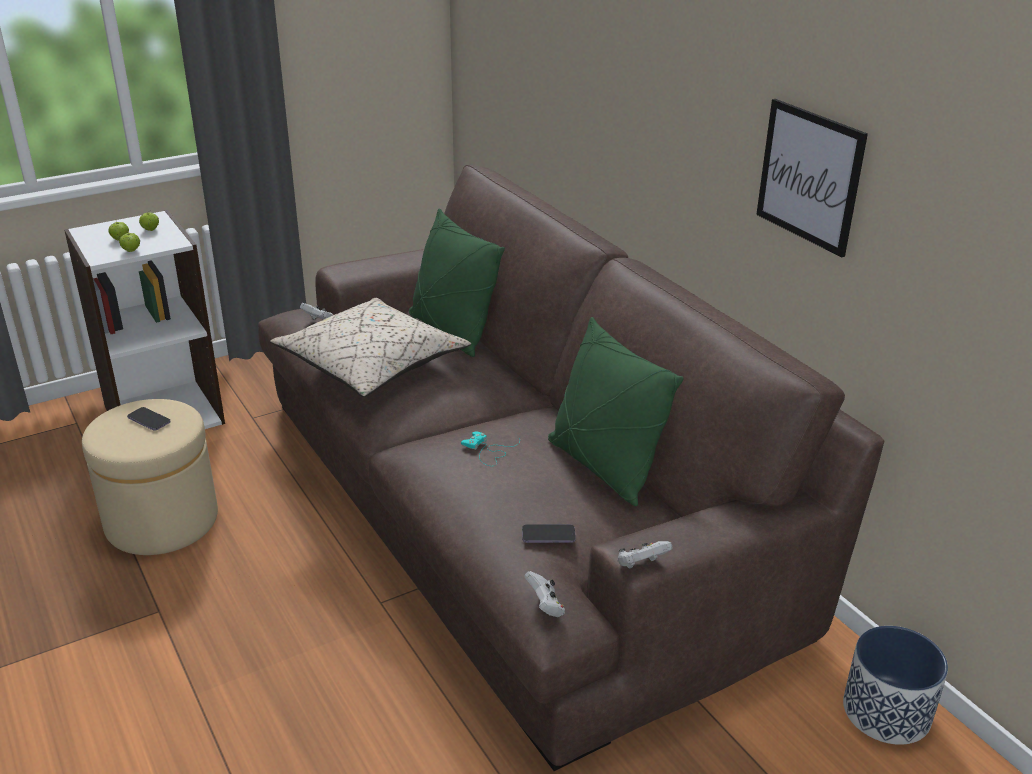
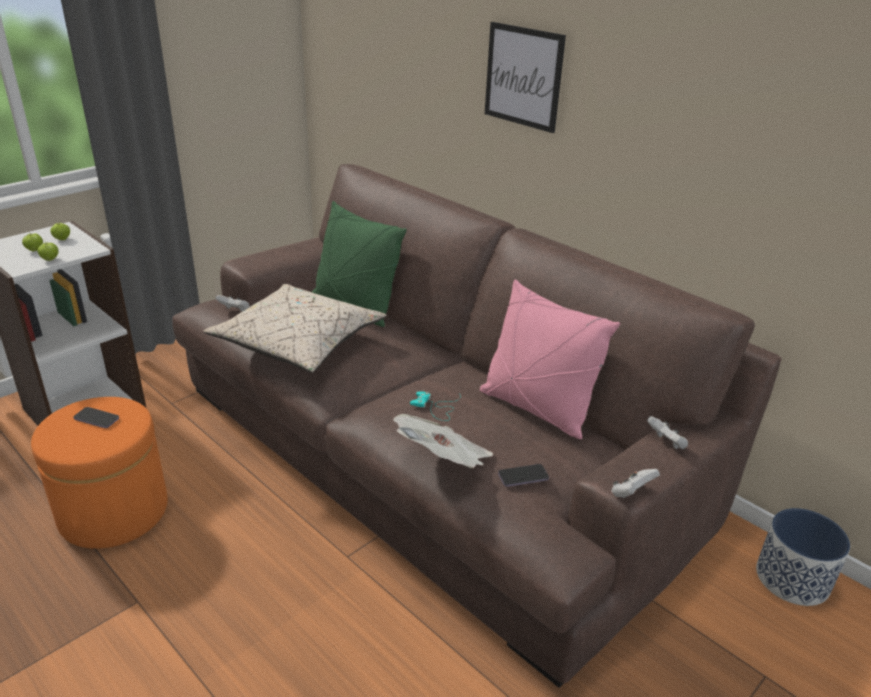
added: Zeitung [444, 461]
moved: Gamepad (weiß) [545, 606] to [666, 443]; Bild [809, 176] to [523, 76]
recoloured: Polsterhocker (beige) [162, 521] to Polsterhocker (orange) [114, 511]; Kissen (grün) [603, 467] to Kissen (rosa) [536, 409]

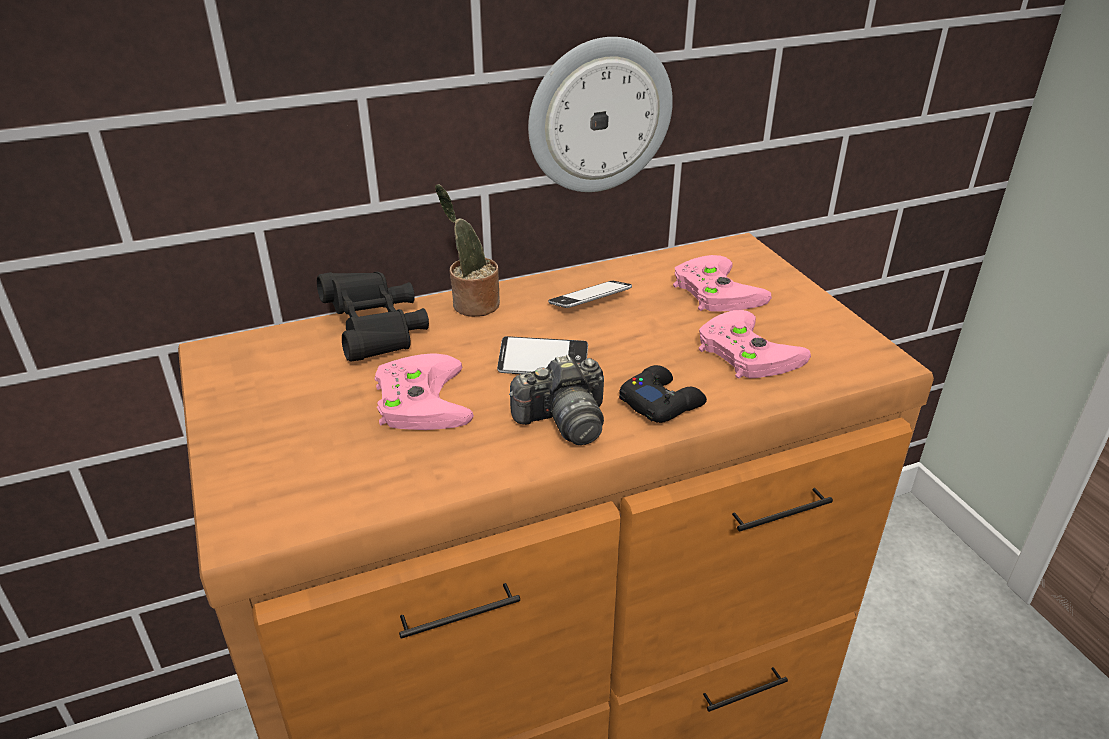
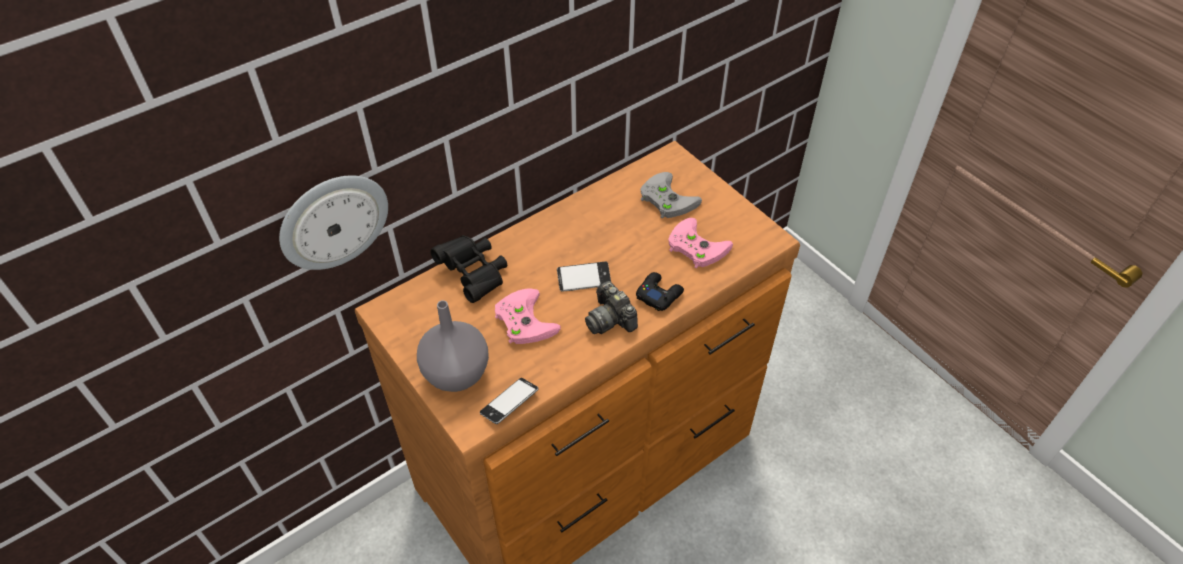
removed: Topfpflanze [472, 304]
added: Vase (grau) [455, 375]
moved: Wanduhr [599, 116] to [333, 221]; Handy [590, 300] to [509, 403]
recoloured: Gamepad (rosa) [713, 290] to Gamepad (grau) [665, 199]
turned: Kamera [564, 421] = [610, 319] 90 degrees clockwise

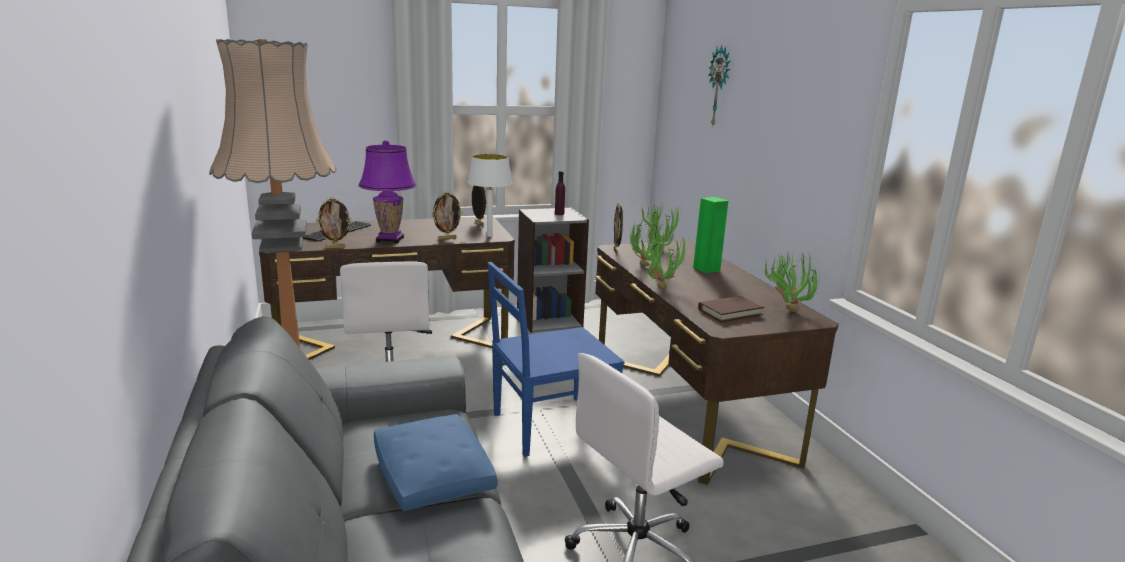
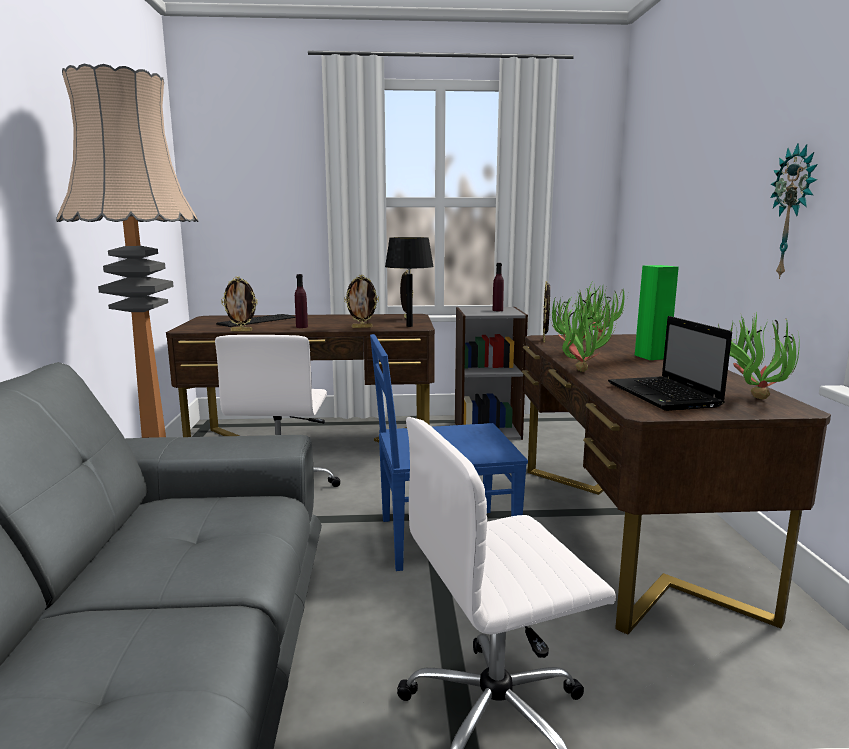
removed: Kissen (blau) [432, 475]
moved: Wanduhr [720, 86] to [793, 212]
replaced: Tischlampe (lila) [389, 239] to Flasche (lila) [302, 327]; Buch (braun) [730, 312] to Laptop [665, 395]
recoloured: Tischlampe (weiß) [489, 236] to Tischlampe (schwarz) [409, 326]

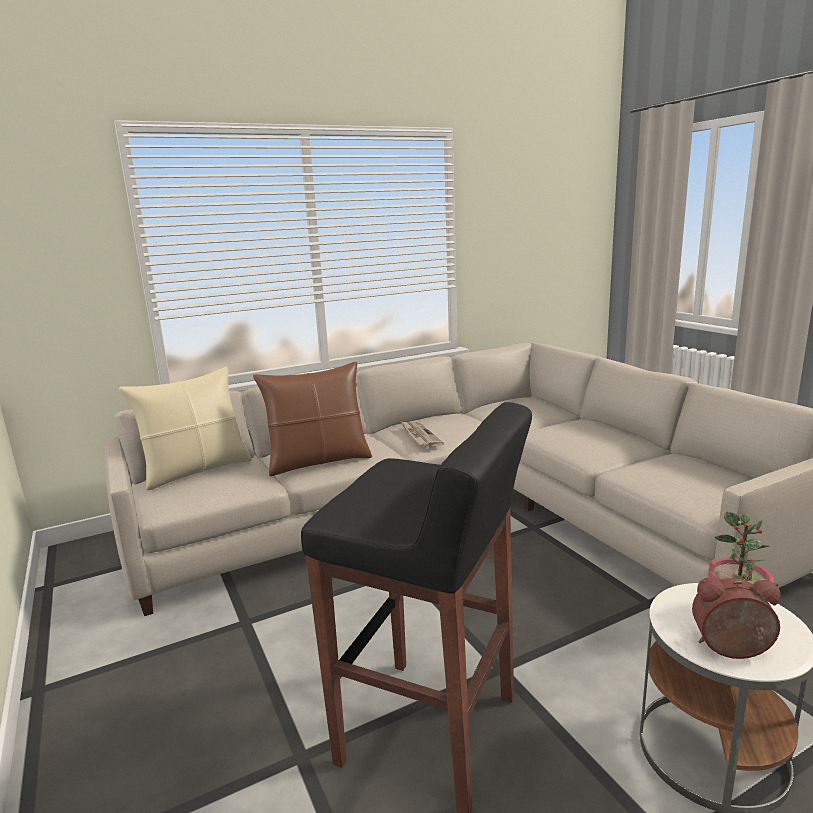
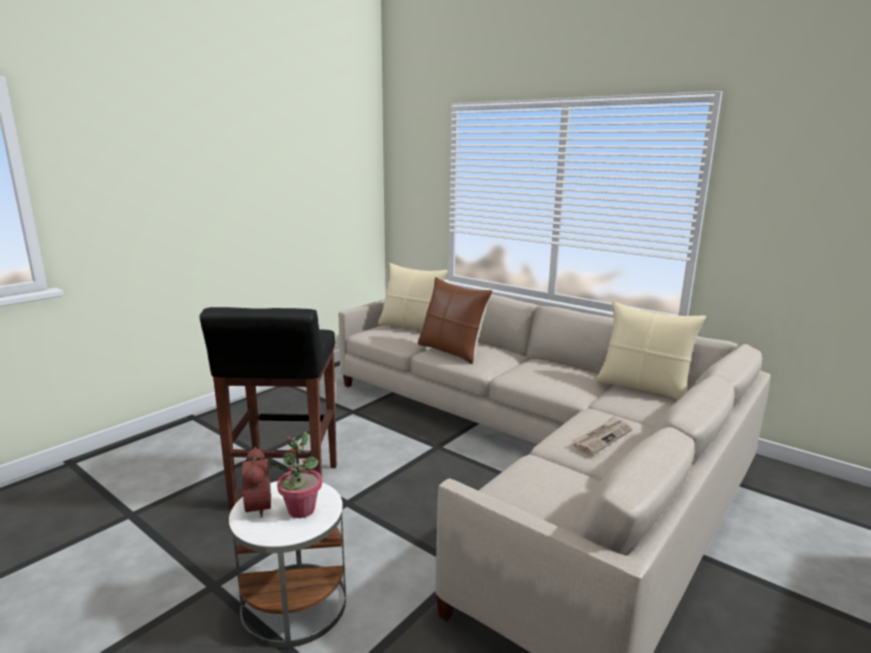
added: Kissen (beige) [643, 388]
moved: Zeitung [419, 436] to [602, 437]

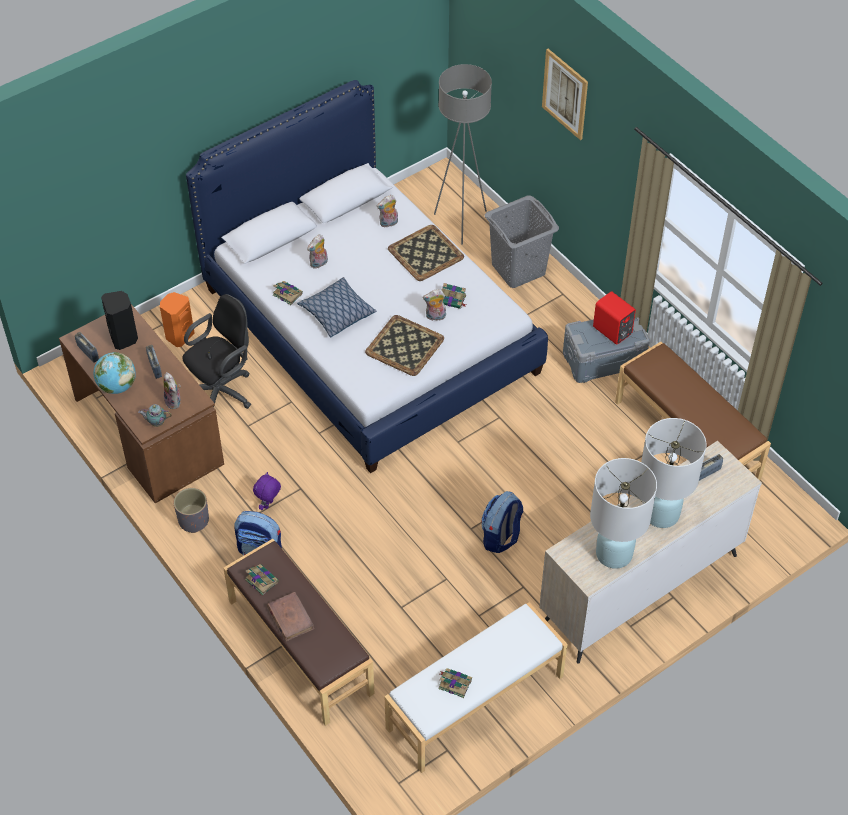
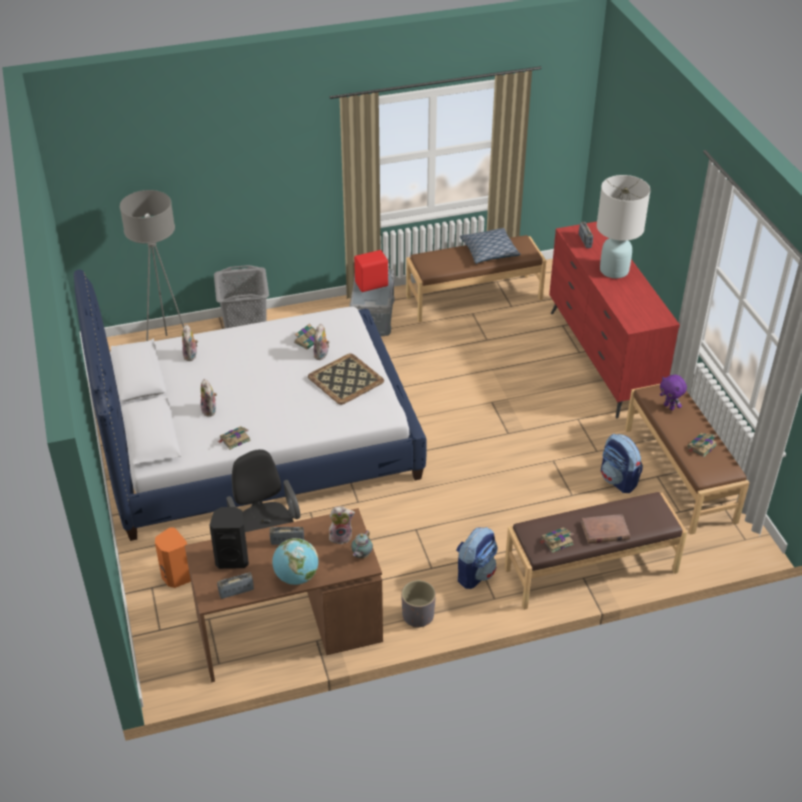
removed: Tablett [426, 252]; Bild [565, 94]; Tischlampe (weiß) [613, 553]
moved: Plüschtier (lila) [269, 505] to [669, 407]; Kissen [337, 313] to [489, 252]; Rucksack [501, 537] to [618, 480]
recoloured: Bank (weiß) [475, 703] to Bank (braun) [680, 474]; Kommode (beige) [639, 589] to Kommode (rot) [602, 359]

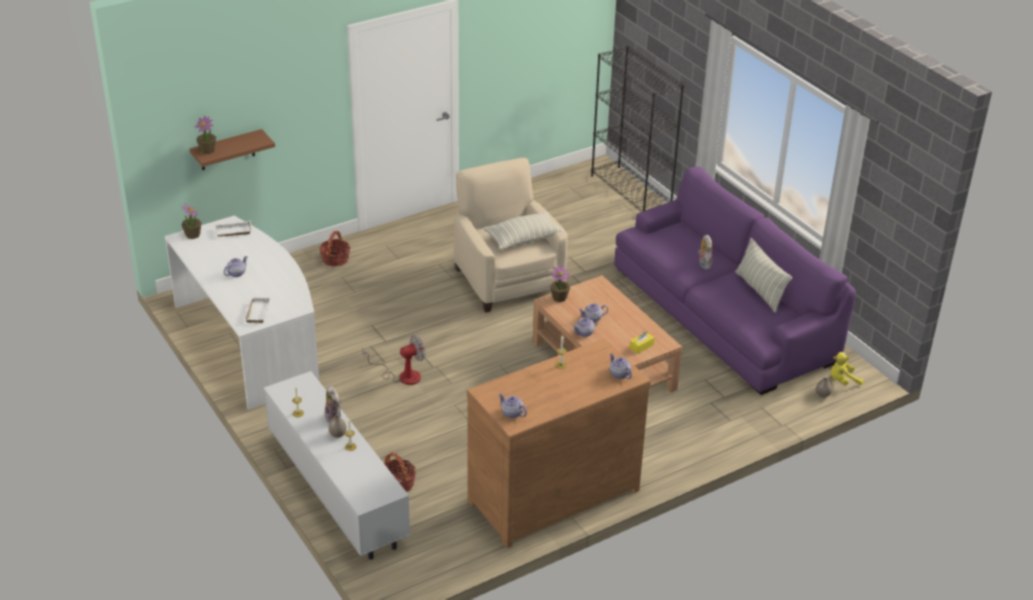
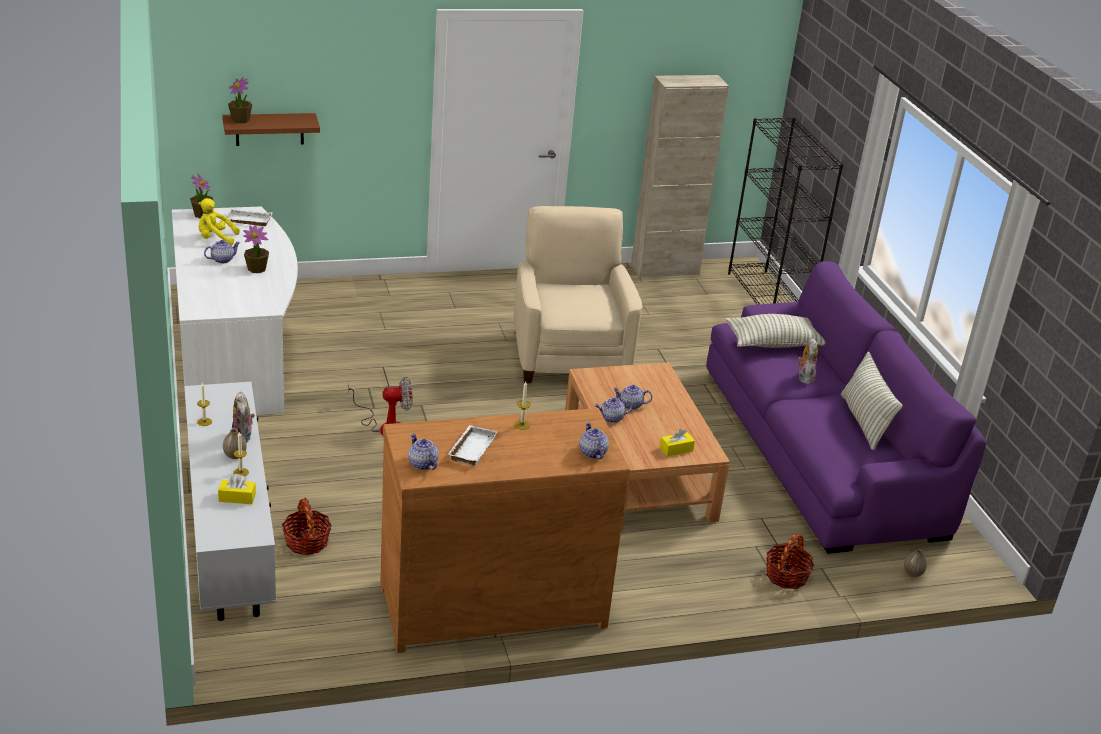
added: Taschentuchbox (gelb) [237, 497]; Schrank (beige) [665, 270]
moved: Tablett (weiß) [256, 312] to [471, 448]; Korb [335, 259] to [786, 576]; Kissen [524, 239] to [773, 343]; Topfpflanze [559, 297] to [257, 269]; Plüschtier (gelb) [842, 381] to [215, 239]

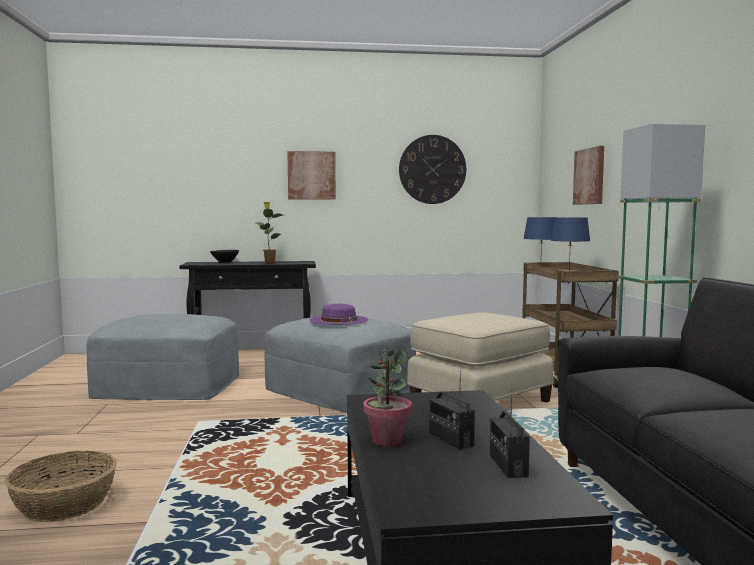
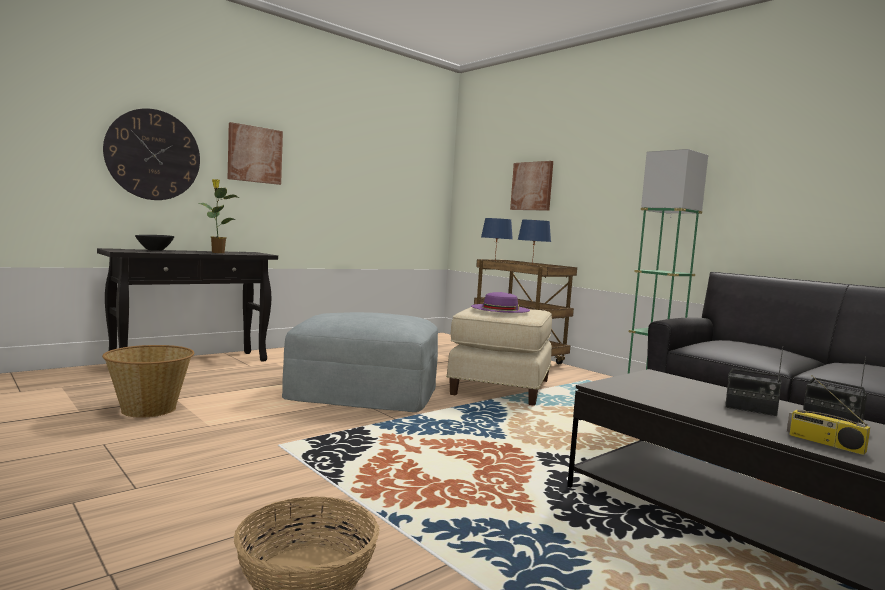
removed: Topfpflanze [387, 440]
added: Radio [824, 443]
moved: Hut (lila) [338, 320] to [500, 308]; Wanduhr [432, 169] to [153, 155]
replaced: Polsterhocker (grau) [167, 385] to Korb [149, 409]

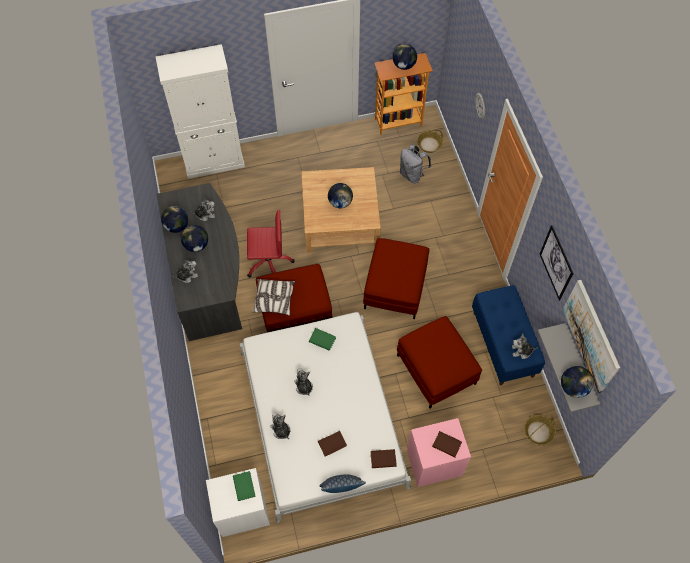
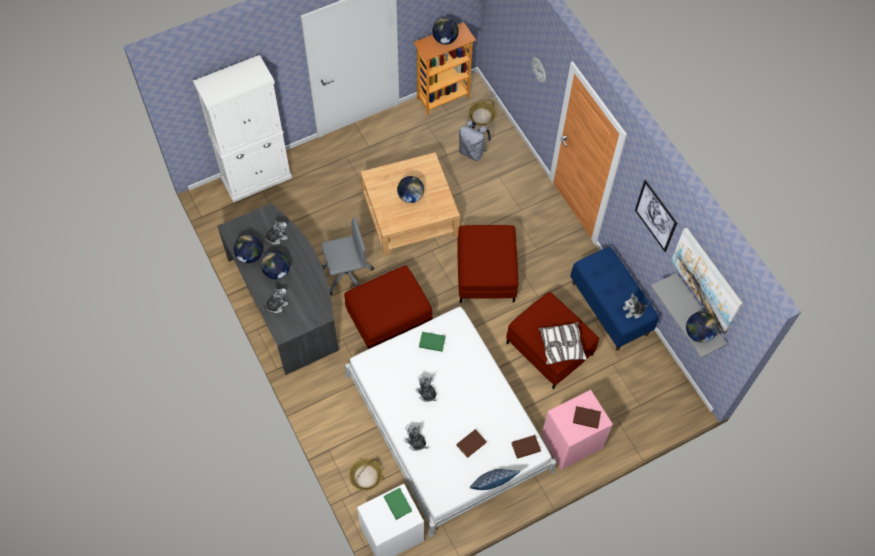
moved: Kissen [274, 300] to [562, 347]; Korb [538, 432] to [366, 476]
recoloured: Bürostuhl (rot) [269, 262] to Bürostuhl (grau) [347, 275]

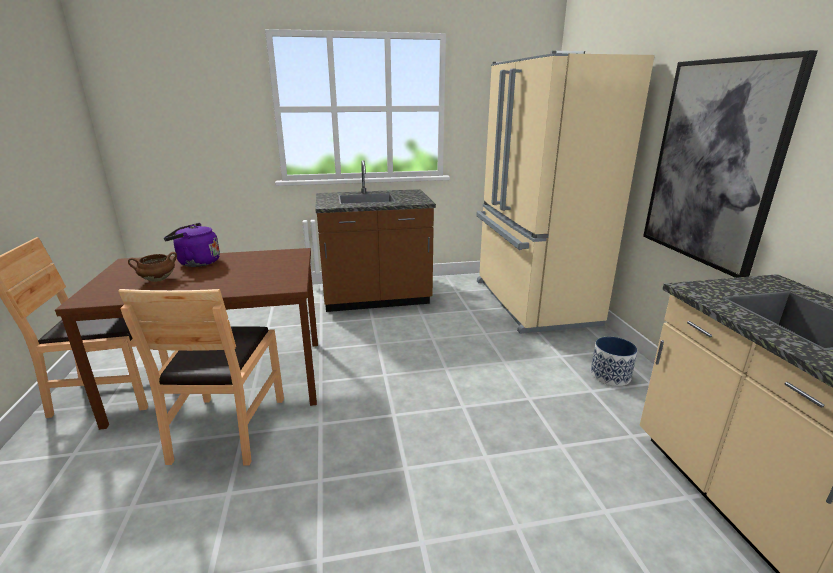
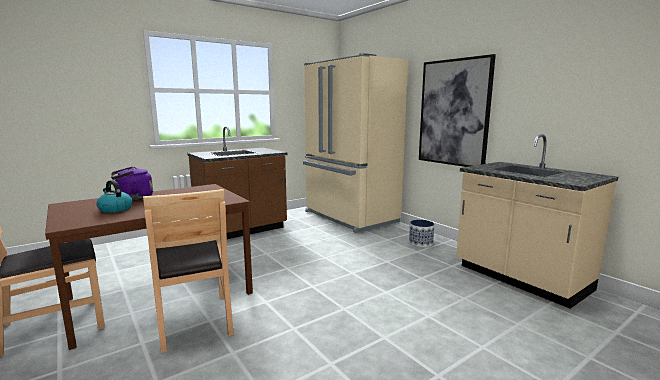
replaced: Kochtopf (braun) [157, 280] to Wasserkessel [115, 209]

